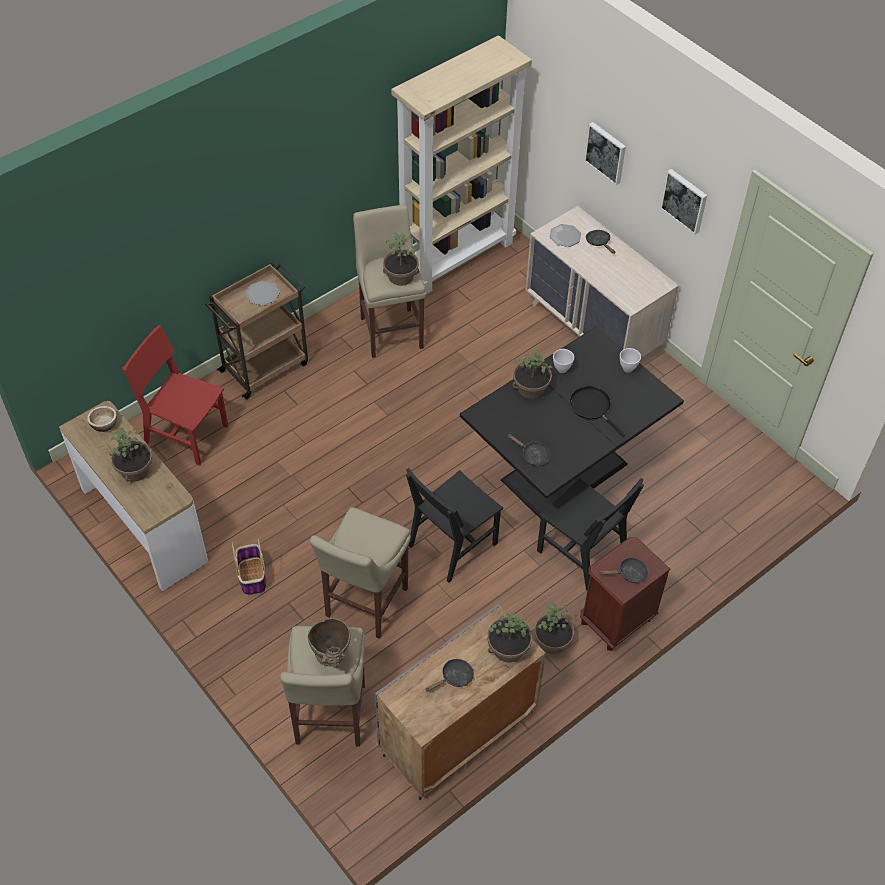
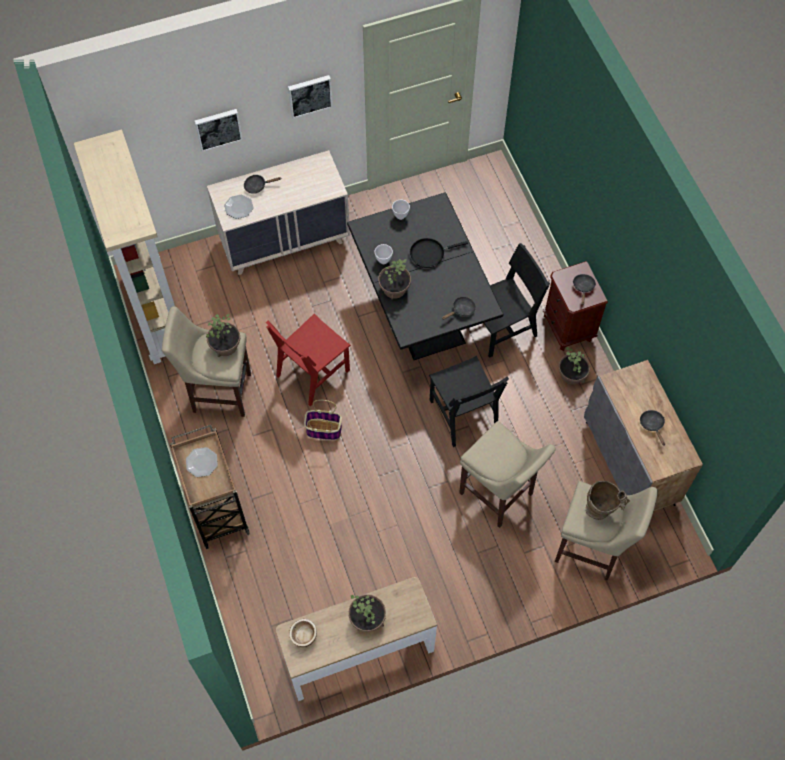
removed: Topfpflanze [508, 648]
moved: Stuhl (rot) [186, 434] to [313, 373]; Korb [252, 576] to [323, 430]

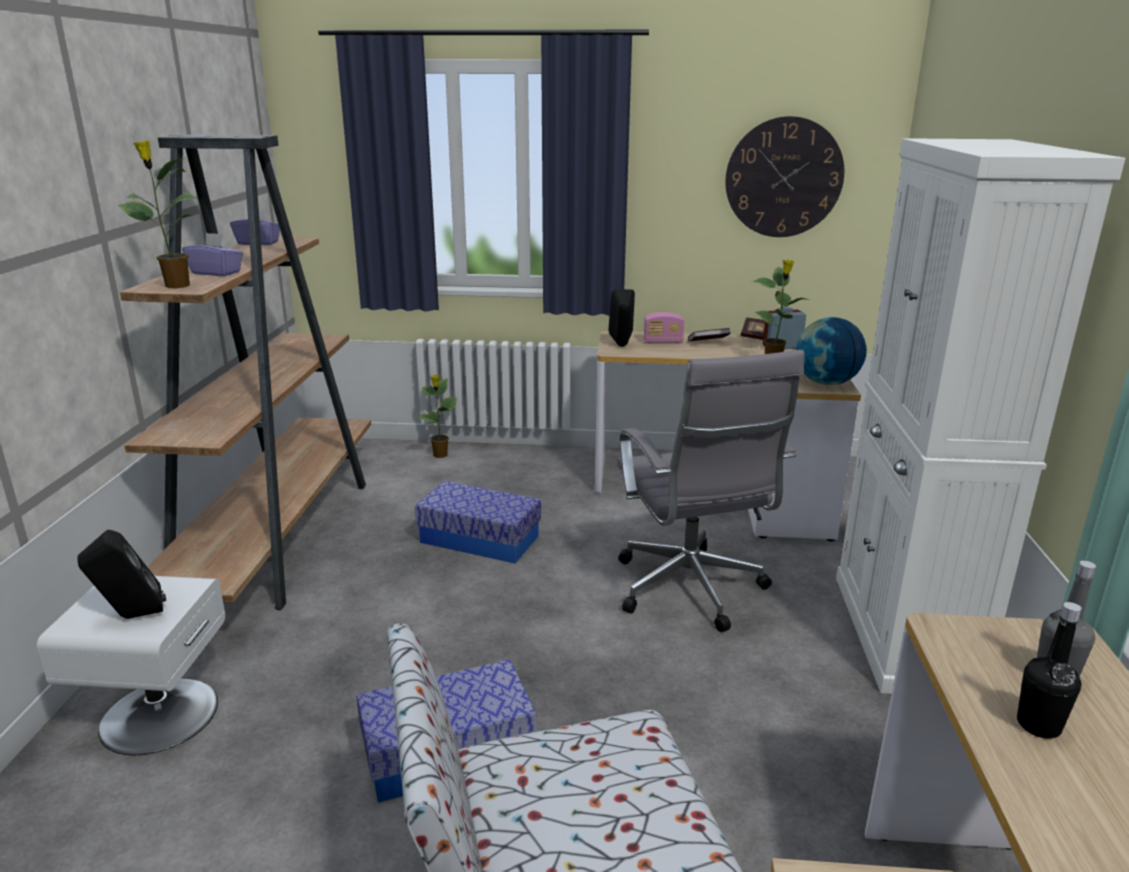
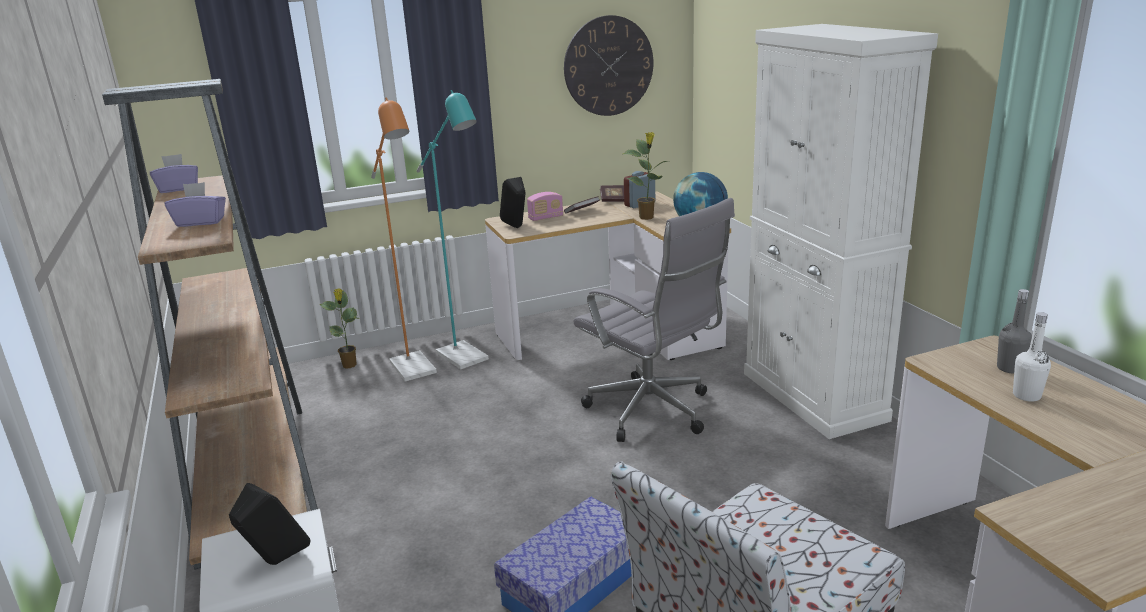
removed: Topfpflanze [175, 286]; Aufbewahrungsbox [479, 539]
added: Stehlampe (orange) [416, 371]; Stehlampe (türkis) [467, 359]
recoloured: Flasche (schwarz) [1038, 725] to Flasche (weiß) [1026, 396]

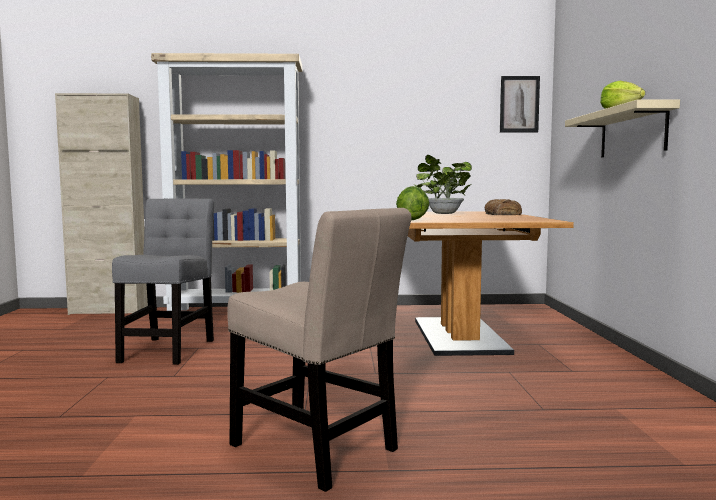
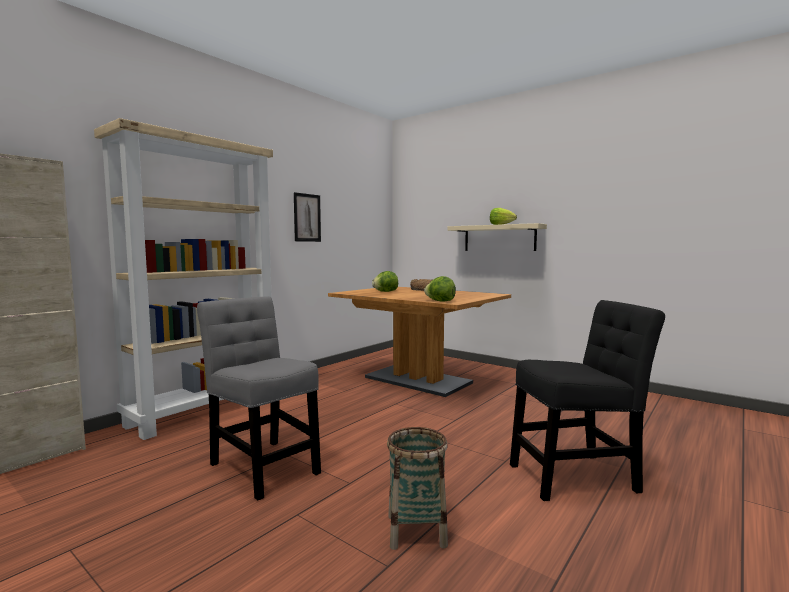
added: Korb [416, 530]
moved: Bild [519, 104] to [307, 217]
replaced: Topfpflanze [442, 213] to Salatkopf [385, 291]
recoloured: Stuhl (beige) [318, 451] to Stuhl (schwarz) [577, 476]

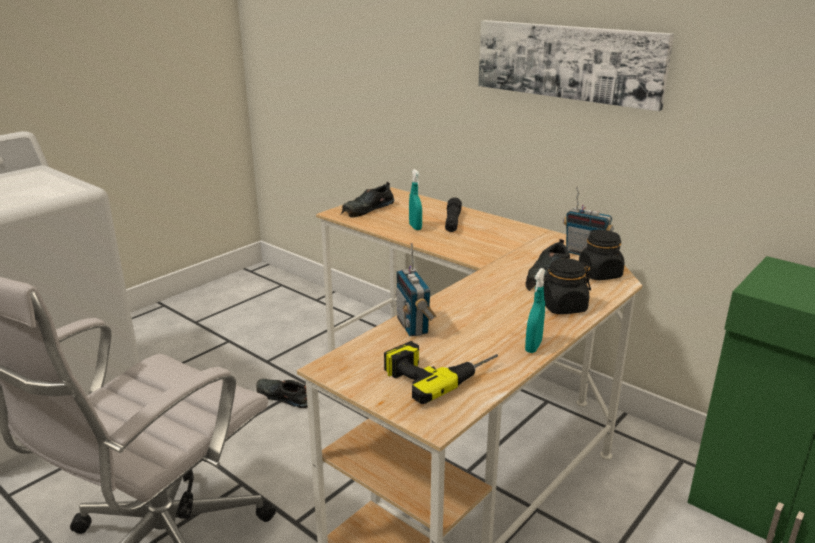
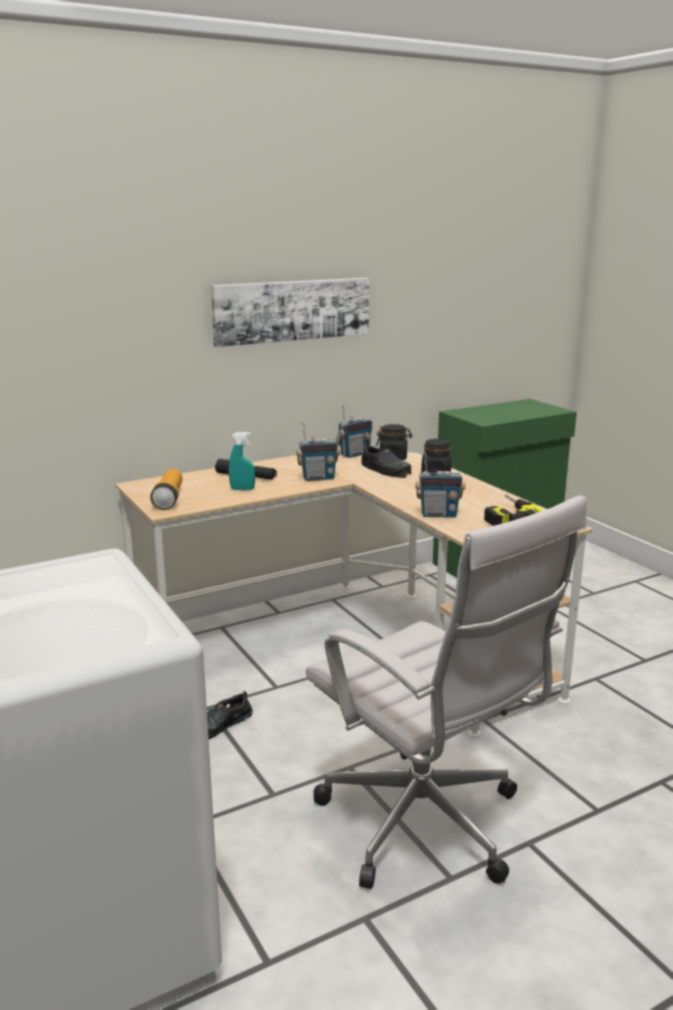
removed: Sprühflasche (türkis) [533, 347]
added: Radio [318, 478]
replaced: Schuh (schwarz) [367, 209] to Taschenlampe [169, 499]

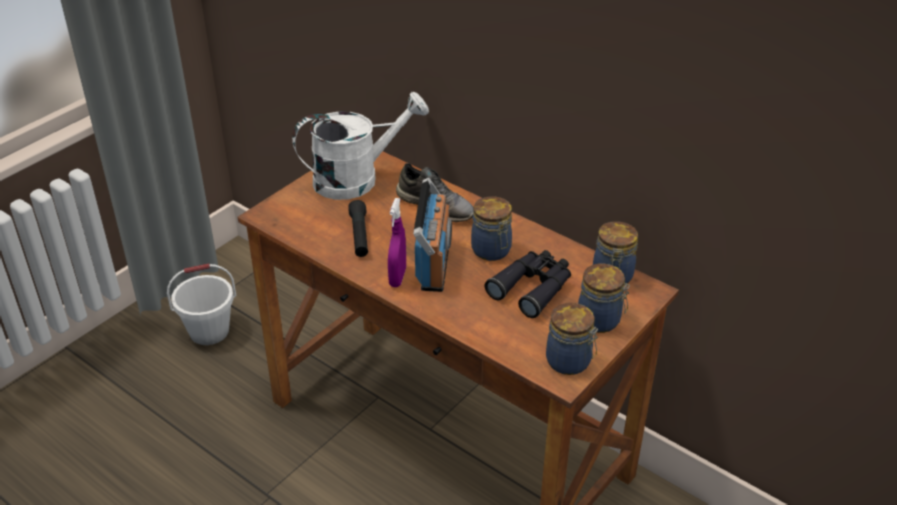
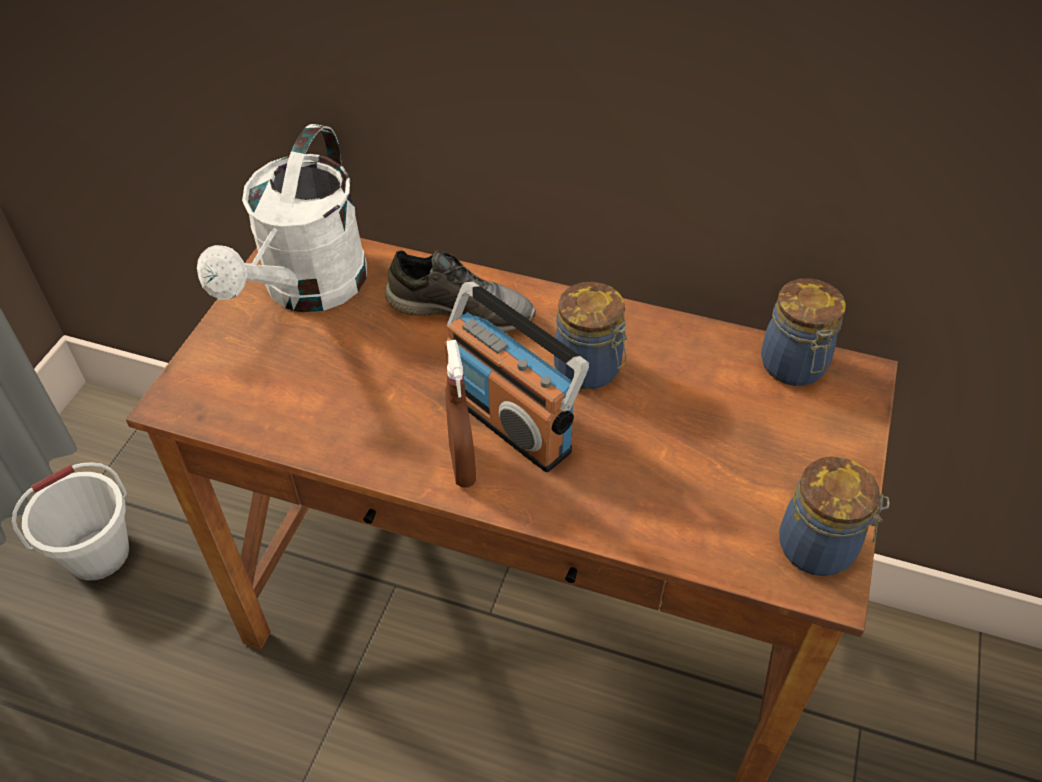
removed: Taschenlampe (schwarz) [359, 235]; Fernglas (schwarz) [533, 288]; Vorratsglas [600, 321]
recoloured: Sprühflasche (lila) [397, 277] to Sprühflasche (braun) [462, 464]
turned: Gießkanne (weiß) [357, 178] = [307, 290] 150 degrees clockwise; Radio [434, 264] = [510, 421] 150 degrees clockwise

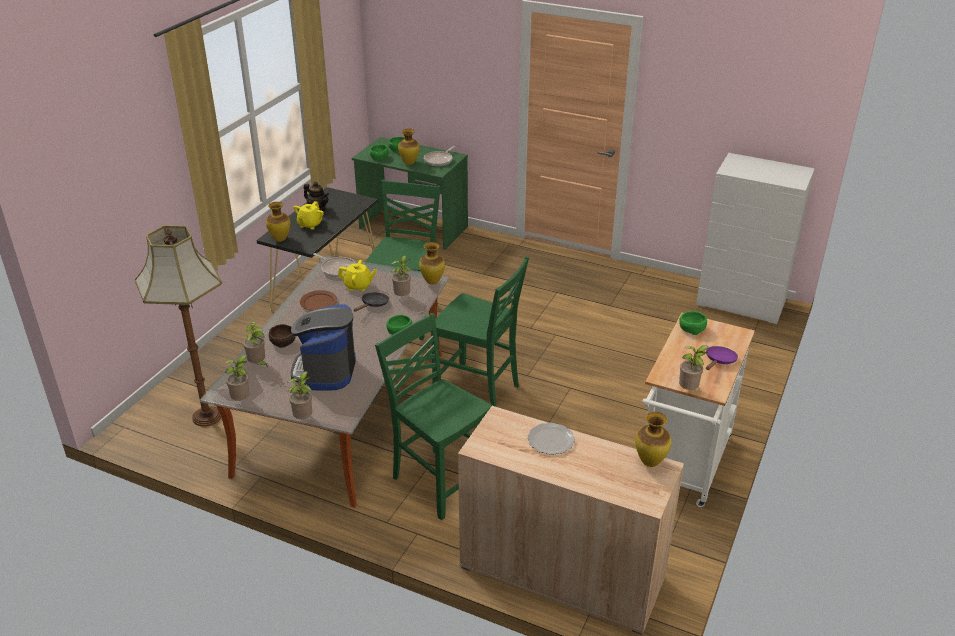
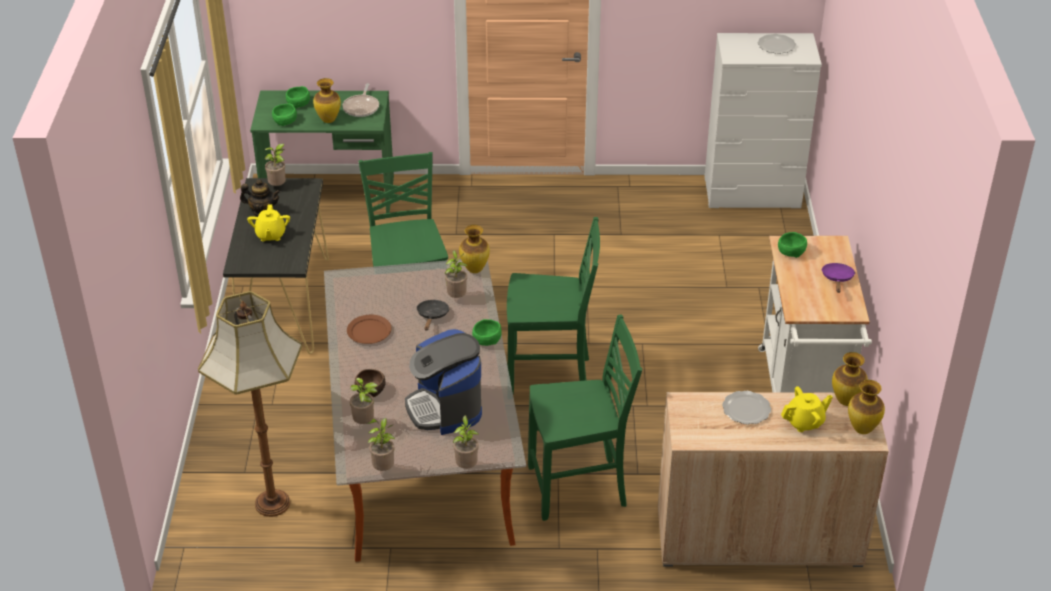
removed: Pfanne [337, 269]
added: Teller [777, 45]
moved: Vase [280, 239] to [861, 429]; Teekanne (gelb) [358, 286] to [804, 422]; Topfpflanze [689, 390] to [278, 186]
turned: Stuhl (grün) [438, 481] = [579, 488] 150 degrees clockwise

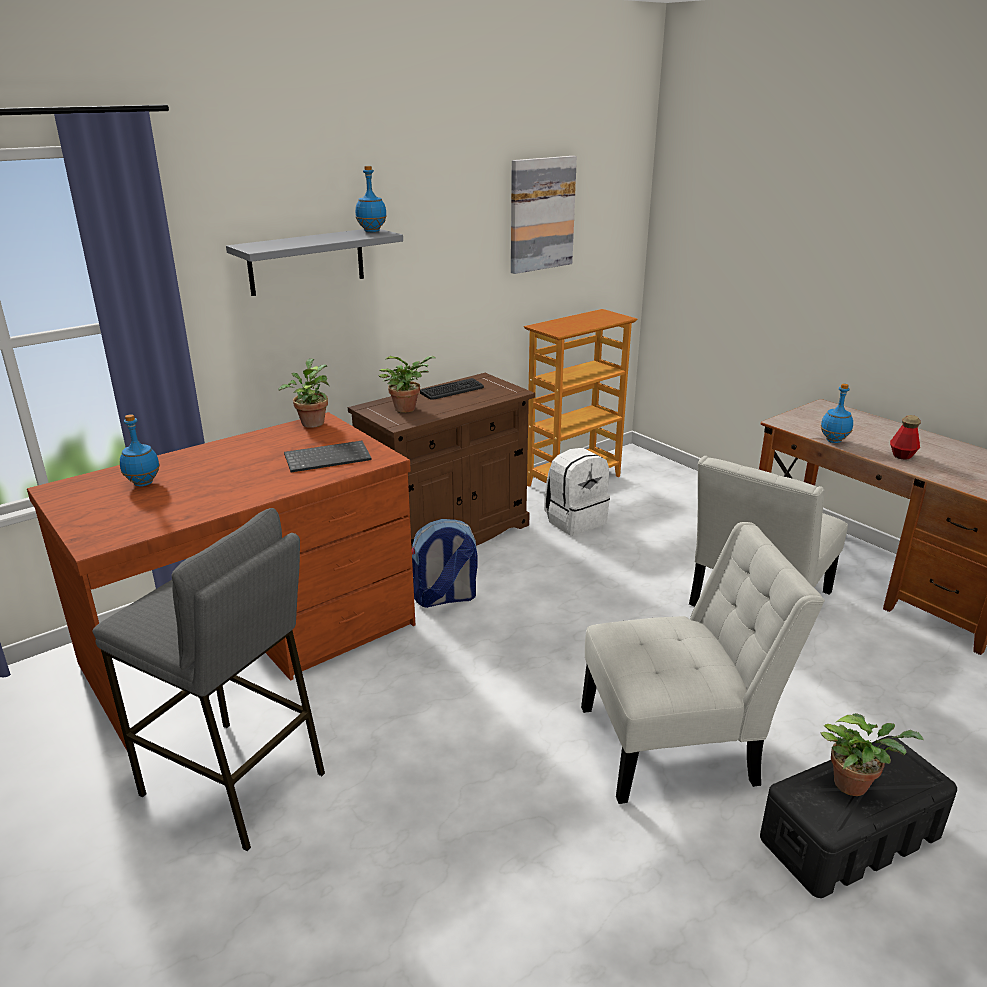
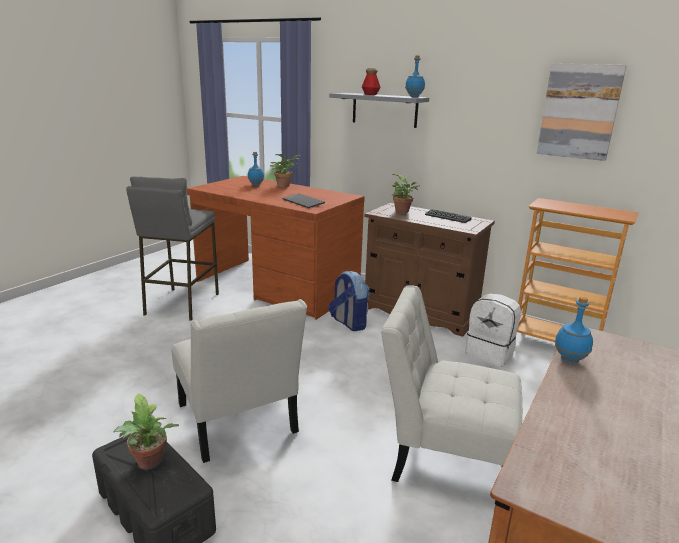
moved: Topfpflanze [311, 422] to [284, 185]; Flasche [902, 455] to [370, 94]

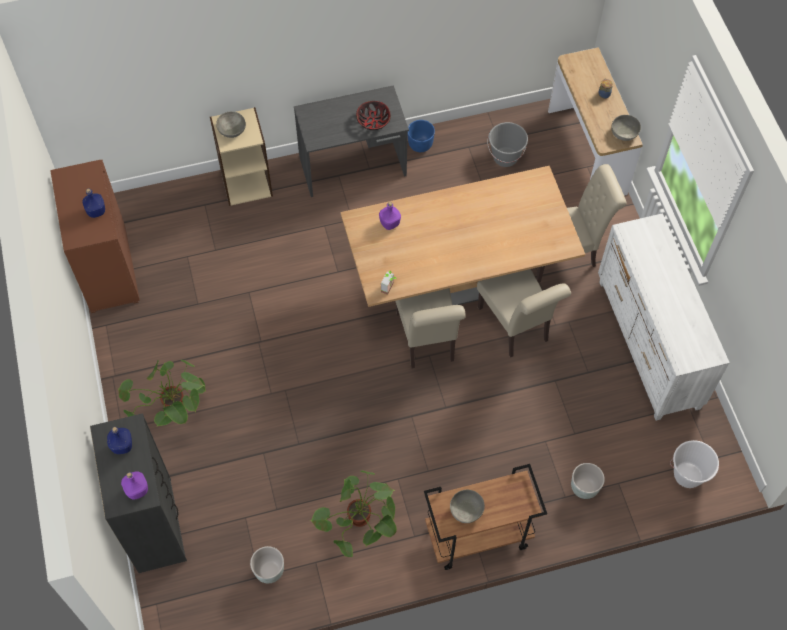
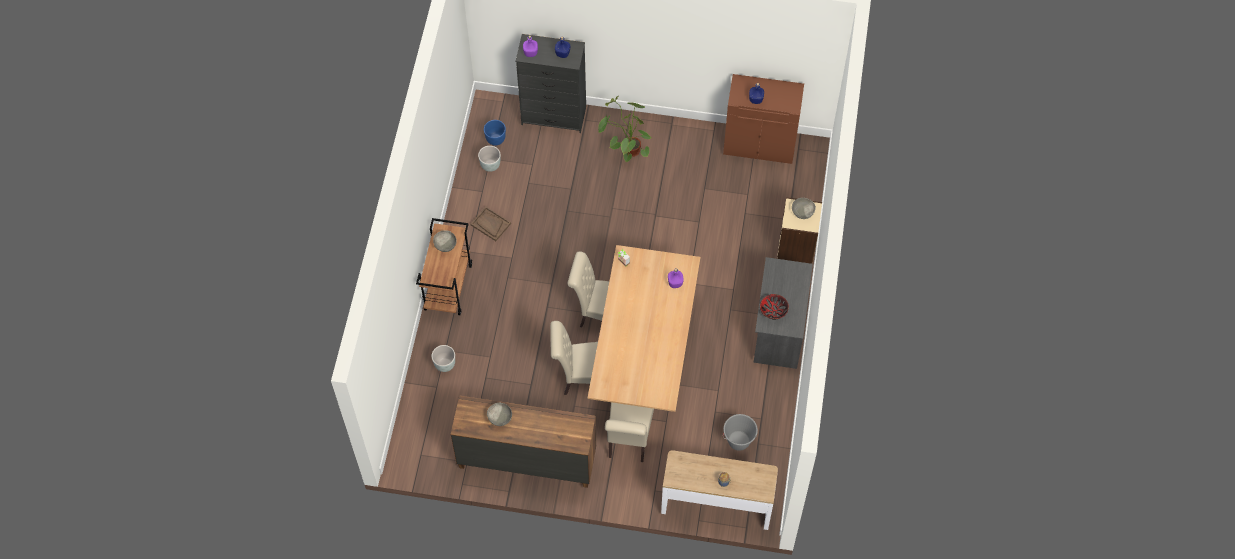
removed: Eimer (weiß) [687, 475]
moved: Pflanzkübel (blau) [420, 145] to [495, 139]; Schüssel (grau) [624, 133] to [500, 418]
replaced: Topfpflanze [361, 527] to Tablett (braun) [490, 224]
recoloured: Kommode (weiß) [647, 345] to Kommode (braun) [526, 459]

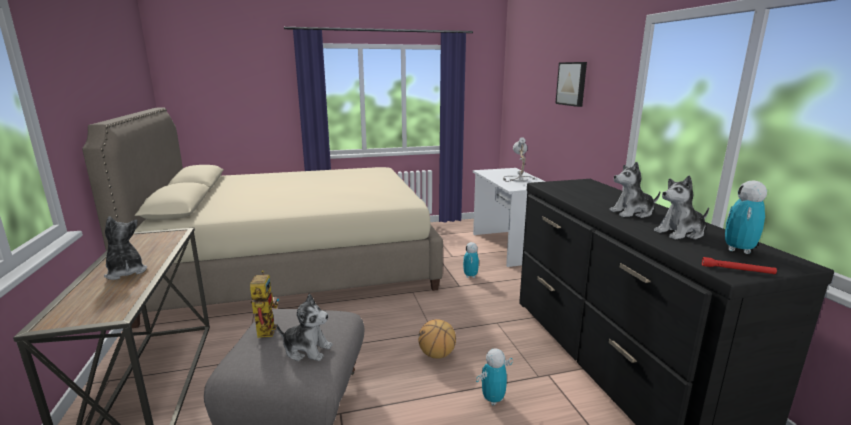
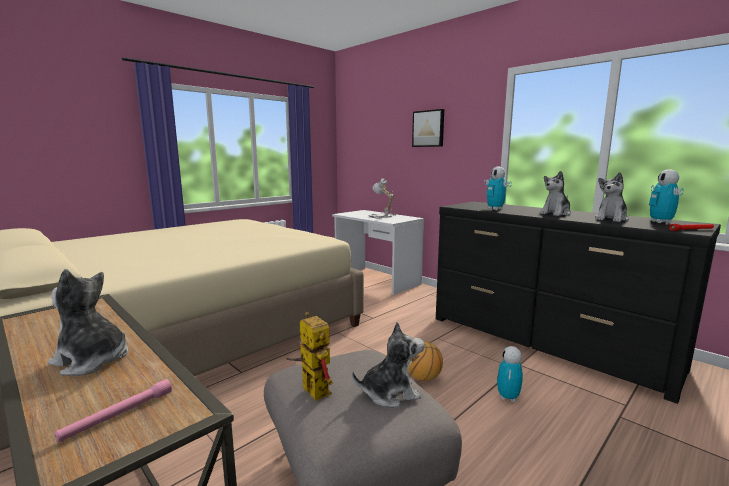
added: Taschenlampe (rosa) [119, 415]
moved: Spielzeugroboter [470, 276] to [495, 209]

